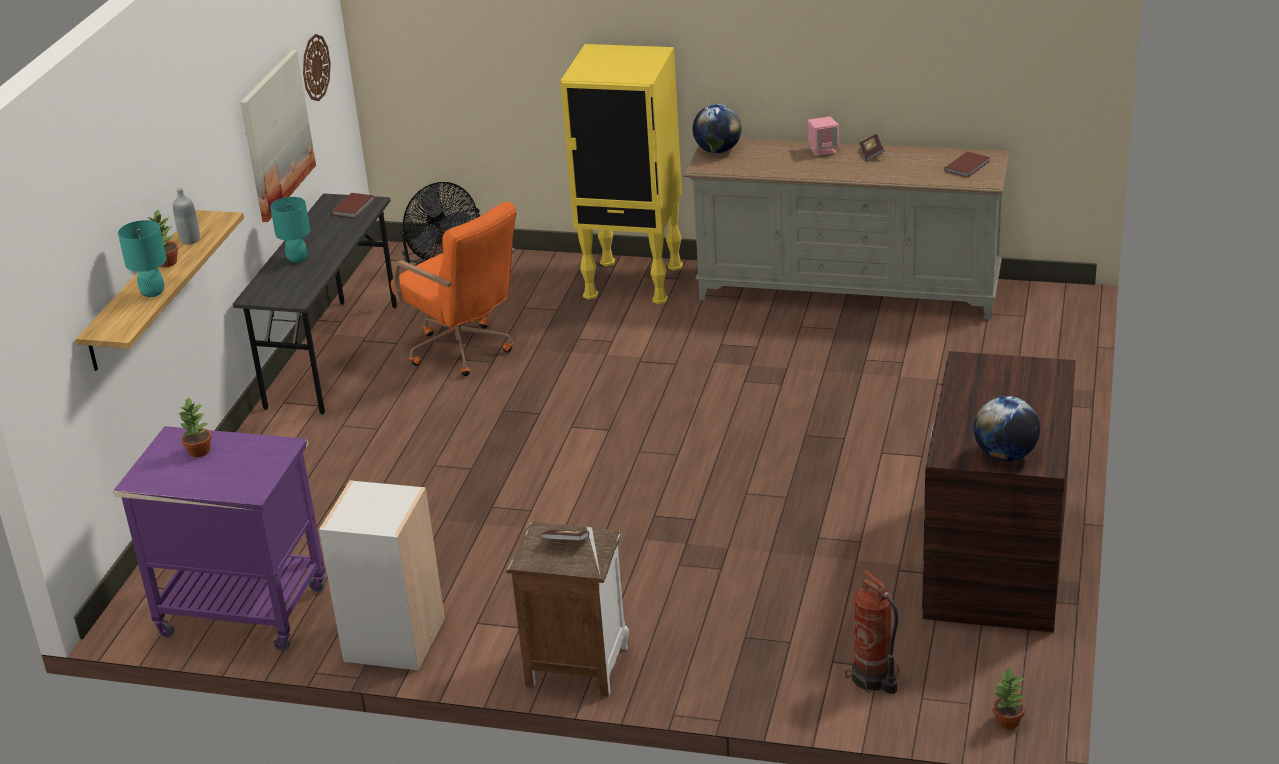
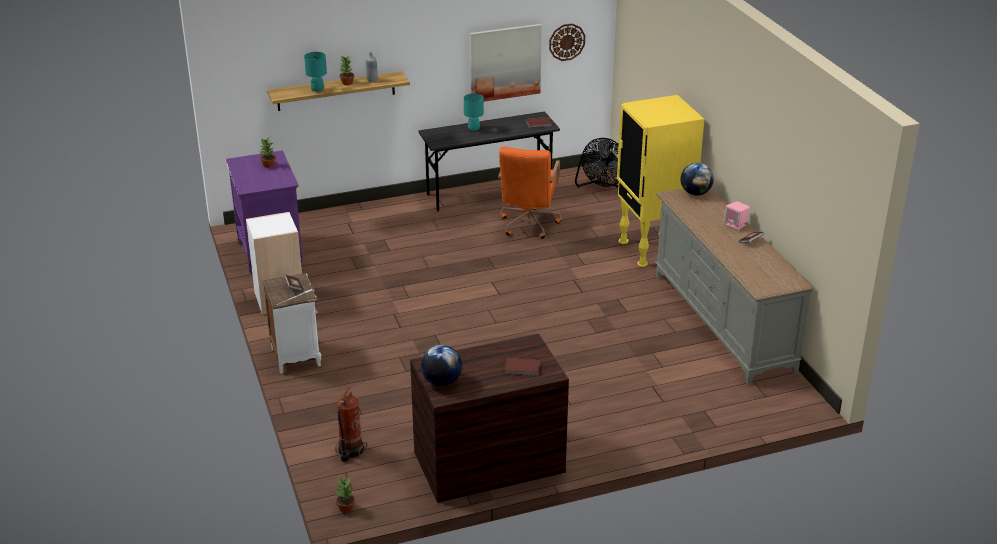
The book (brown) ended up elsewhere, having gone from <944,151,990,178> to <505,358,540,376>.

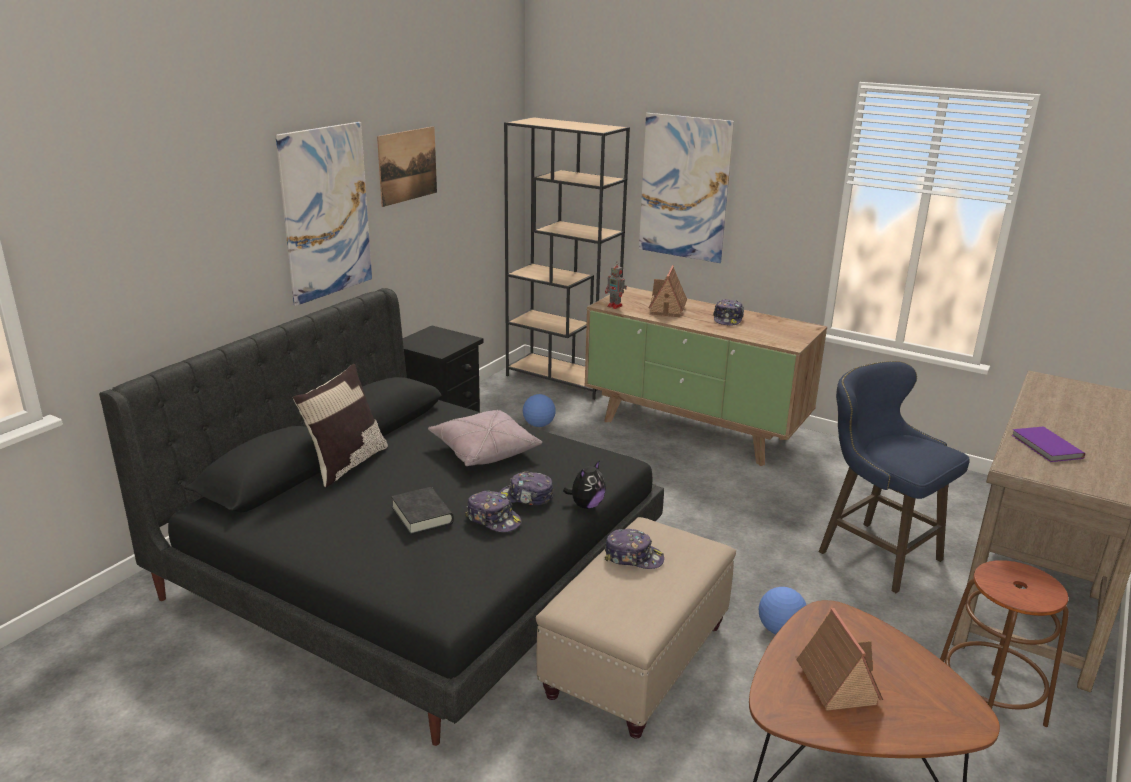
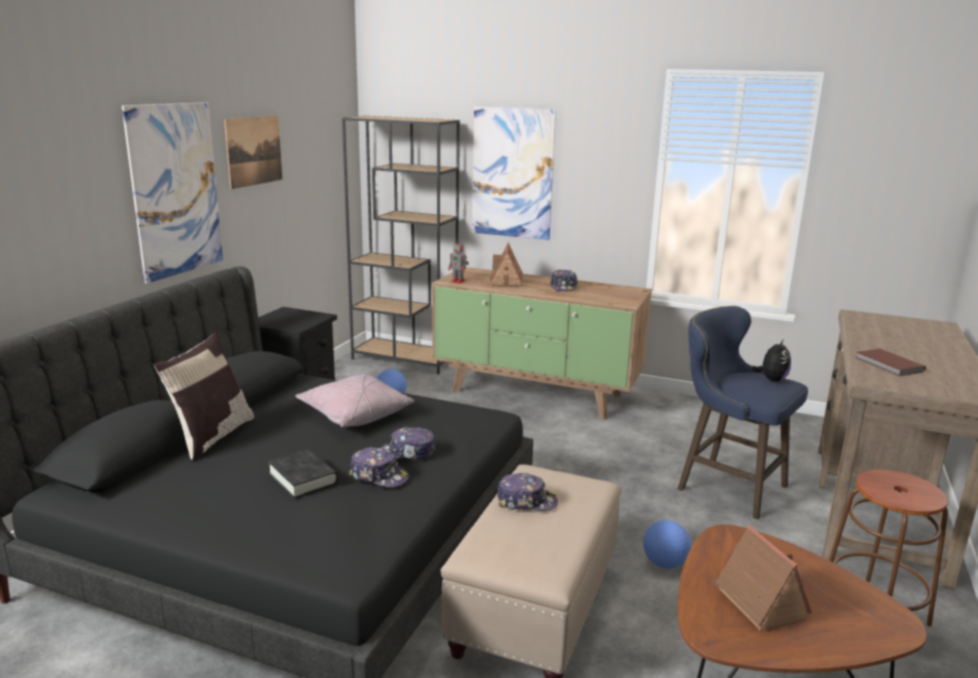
The plush toy ended up elsewhere, having gone from <563,460,606,509> to <751,339,791,382>.
What was the book (purple) at <1012,426,1085,462> turned into the book (brown) at <856,349,926,376>.

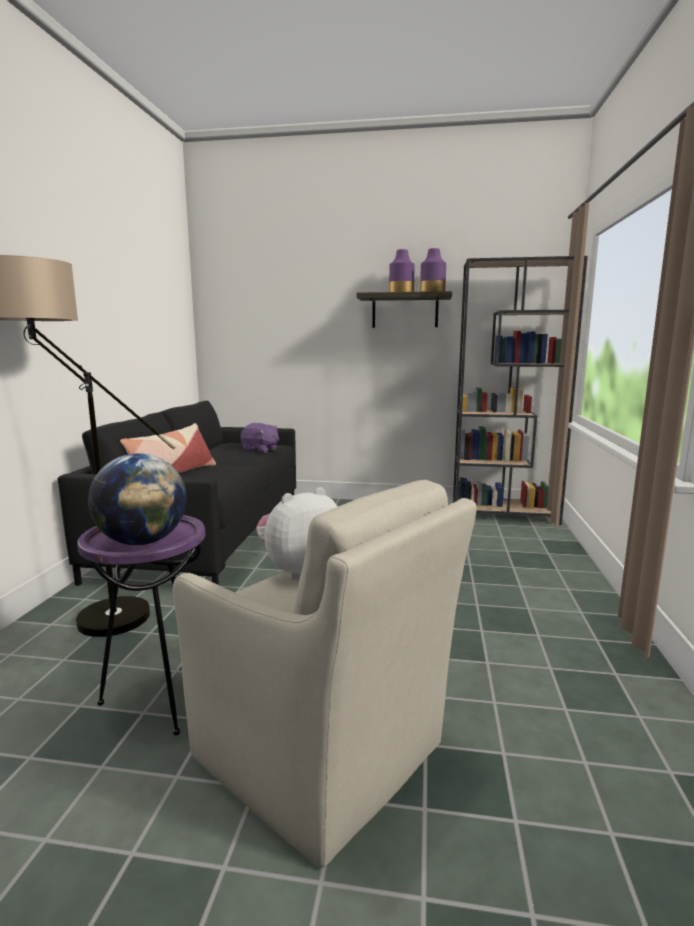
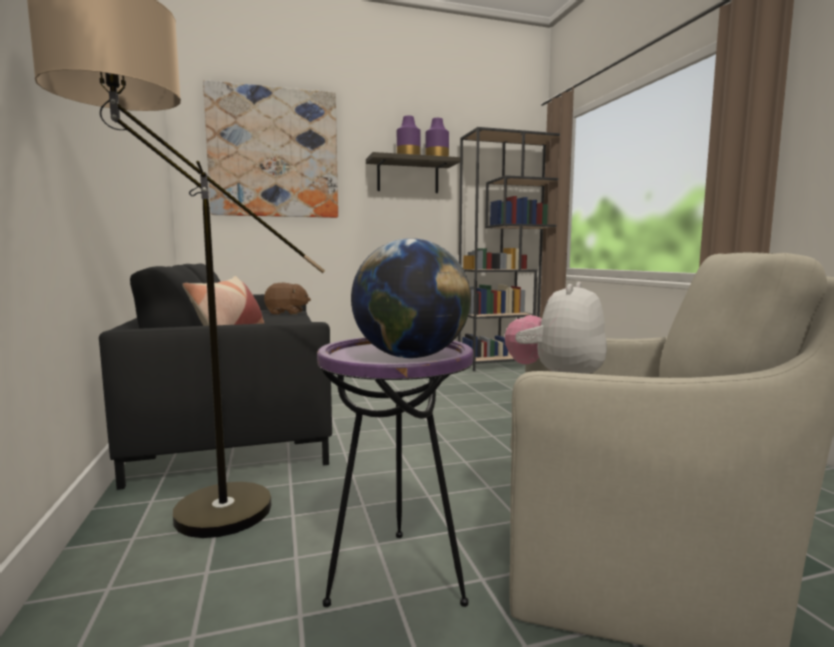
The second view gained the picture at <203,80,338,218>.
What was the plush toy (purple) at <241,423,279,453> turned into the plush toy (brown) at <264,283,311,315>.

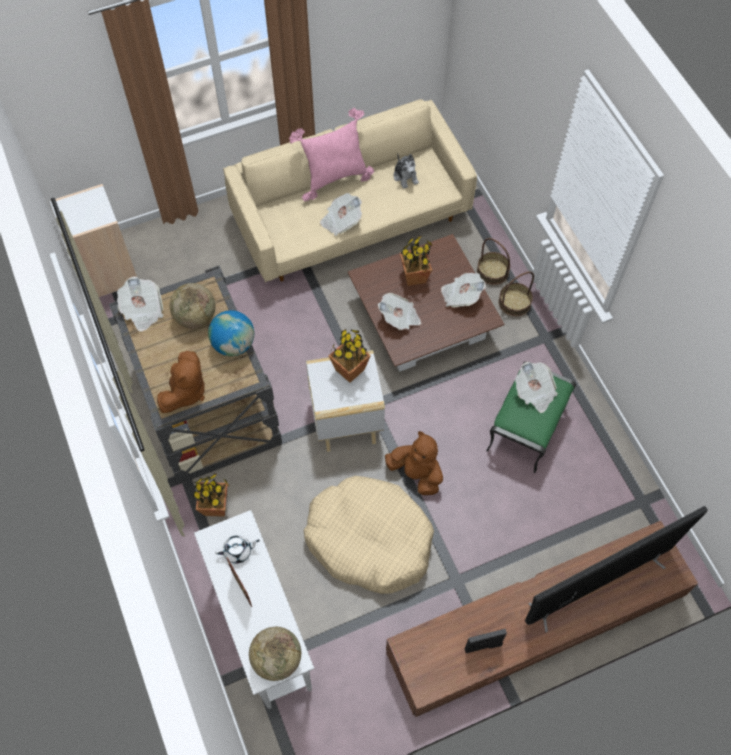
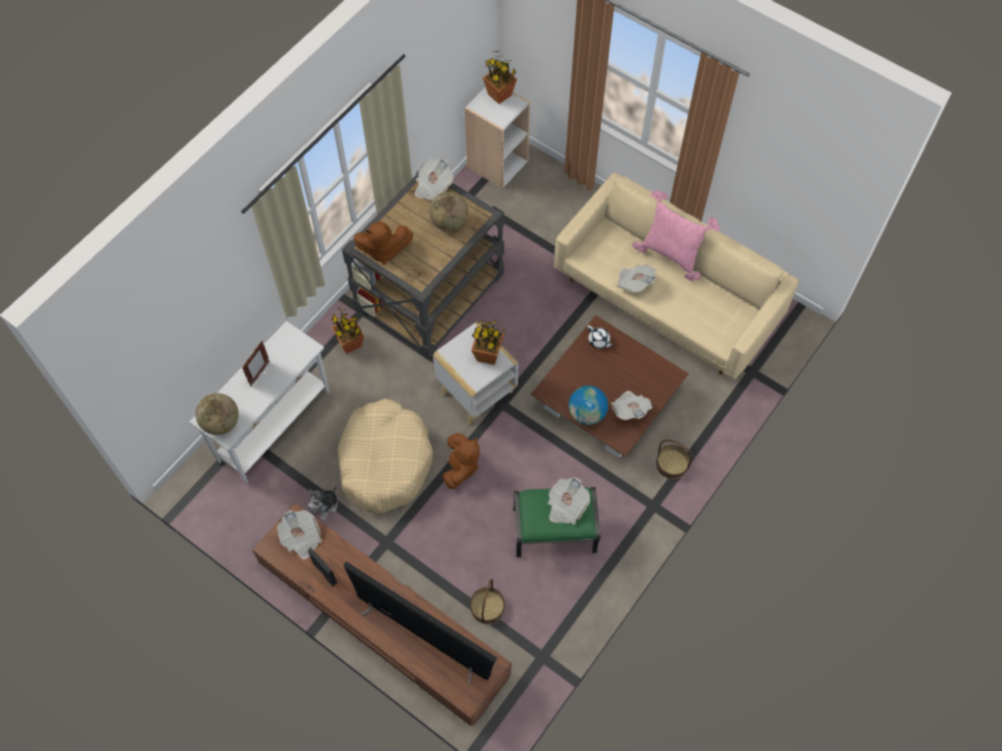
The globe ended up elsewhere, having gone from <208,310,254,356> to <569,386,608,425>.
The teapot (white) ended up elsewhere, having gone from <215,535,260,564> to <587,325,614,349>.
The newspaper ended up elsewhere, having gone from <378,293,421,330> to <277,510,323,559>.
The plush toy ended up elsewhere, having gone from <394,154,419,189> to <308,485,338,521>.
The potted plant ended up elsewhere, having gone from <400,236,432,286> to <483,51,517,104>.
The basket ended up elsewhere, having gone from <477,238,510,285> to <470,578,505,624>.

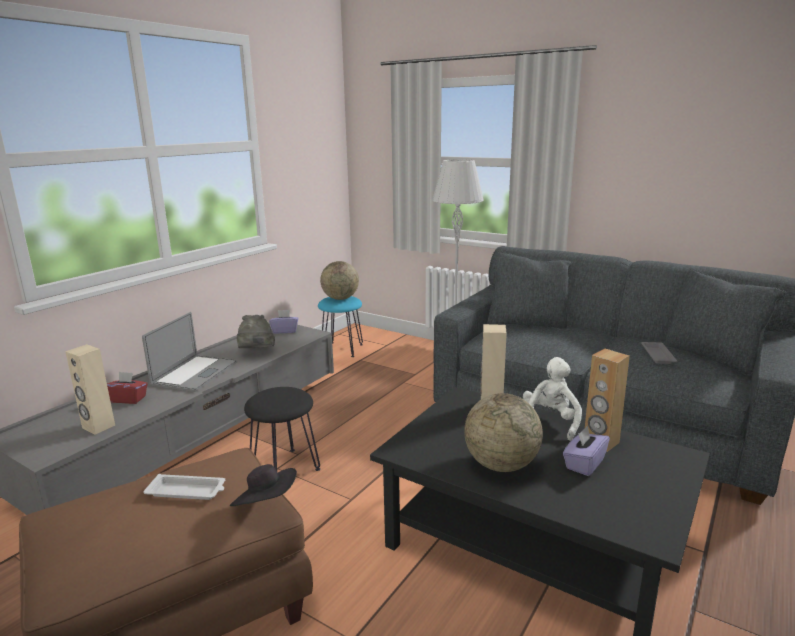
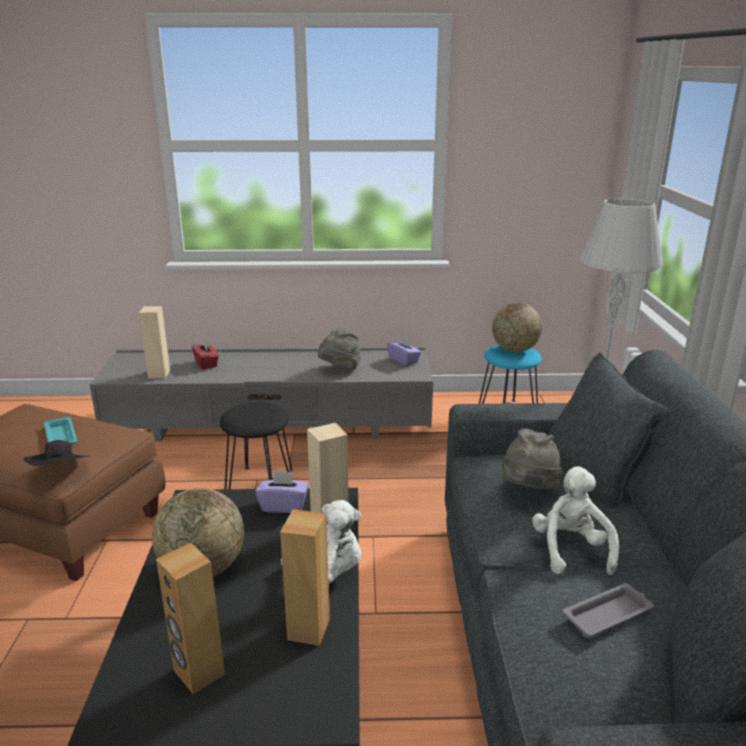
The second view lost the laptop at <142,312,238,392>.
The second view gained the speaker (brown) at <156,542,225,694>.
The second view gained the hat (grey) at <501,429,564,489>.
The second view gained the plush toy (white) at <532,467,619,575>.
The tissue box (purple) ended up elsewhere, having gone from <563,426,610,476> to <255,471,309,513>.
What was the tray (white) at <143,474,225,500> turned into the tray (turquoise) at <44,416,77,446>.

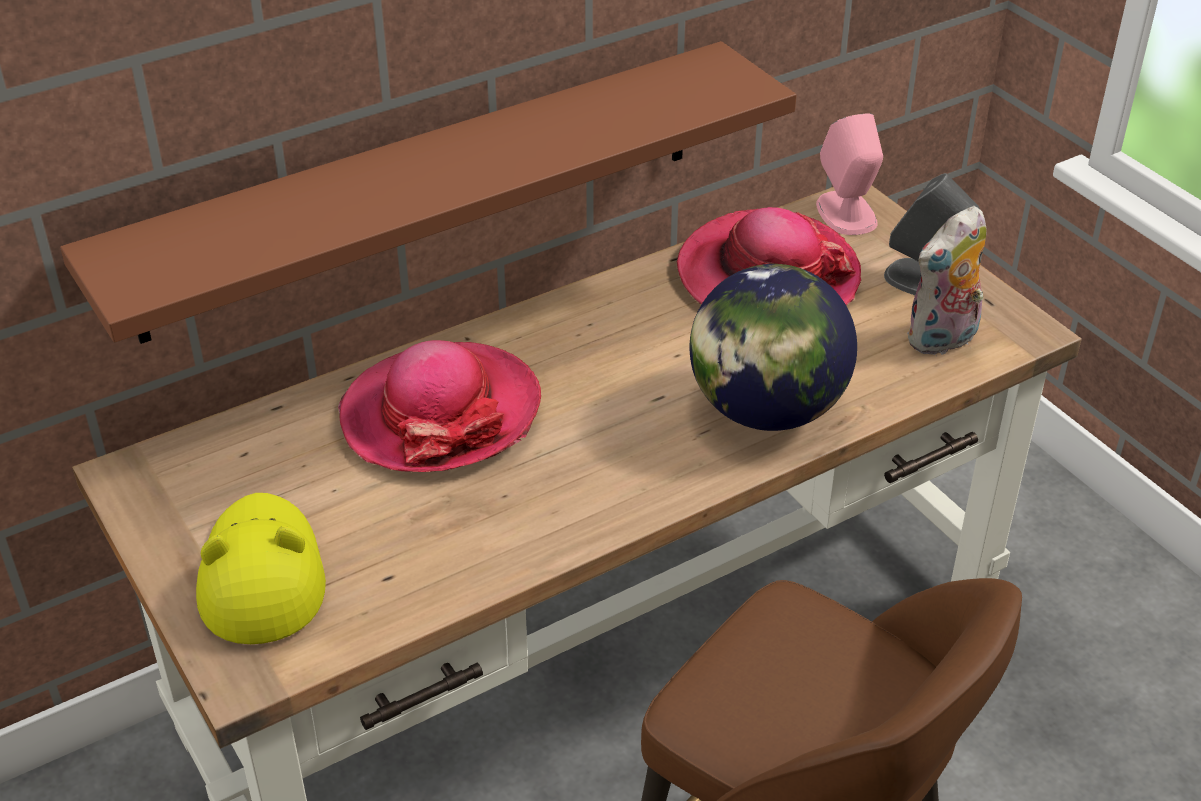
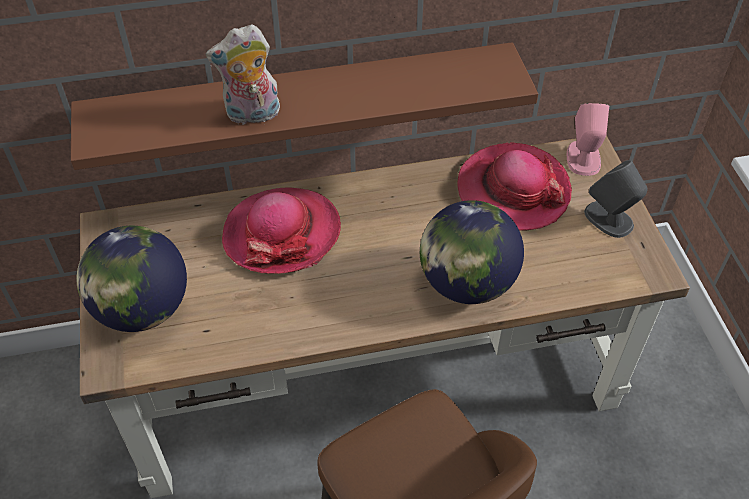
The plush toy ended up elsewhere, having gone from <907,206,987,355> to <206,24,280,125>.
Where the hat (yellow) stood at <196,493,326,644>, the globe came to stand at <77,226,187,332>.

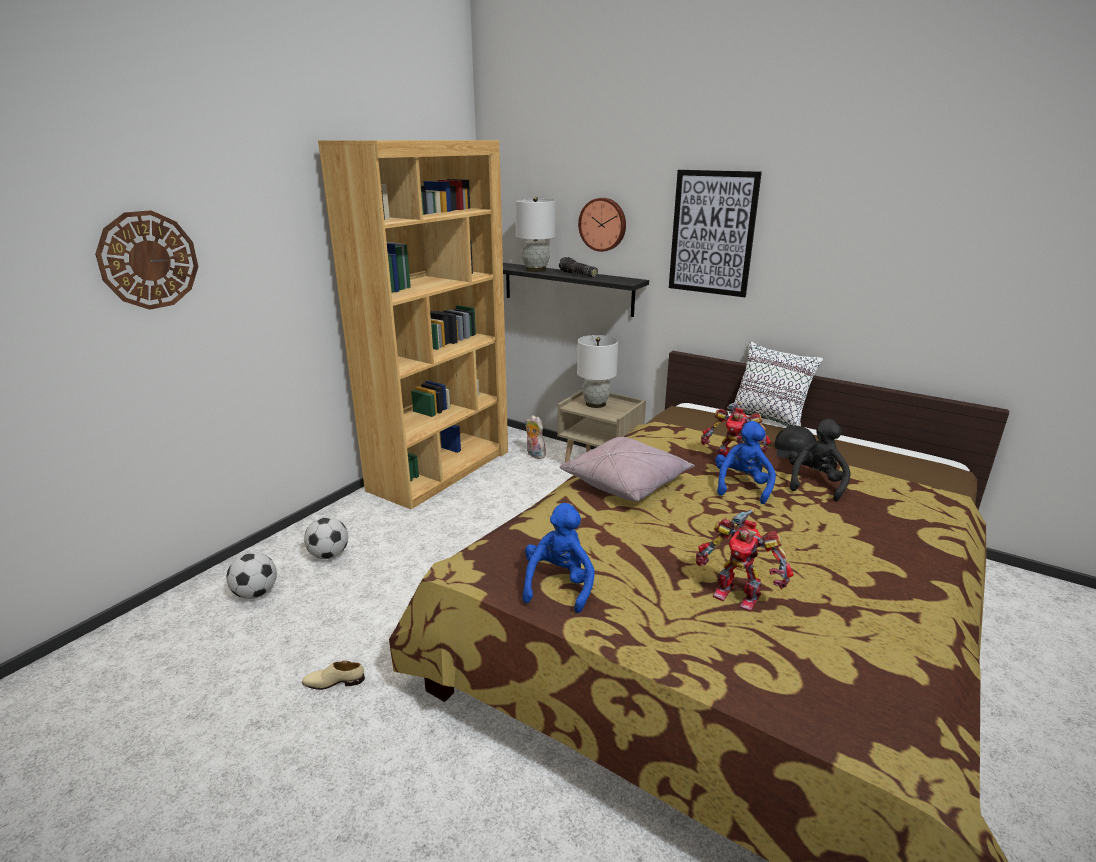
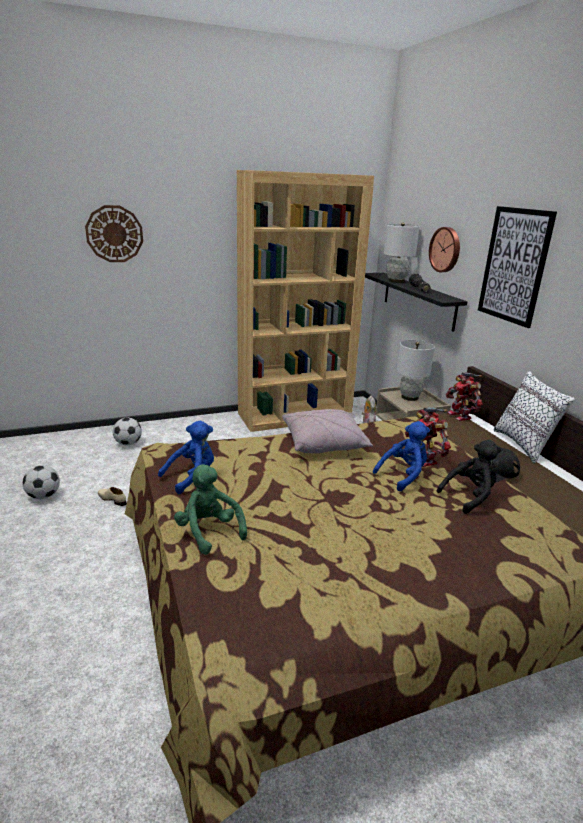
The second view gained the plush toy (green) at <174,464,247,555>.
The football ended up elsewhere, having gone from <304,517,348,559> to <22,465,60,499>.
The toy robot ended up elsewhere, having gone from <696,508,794,611> to <446,372,483,421>.

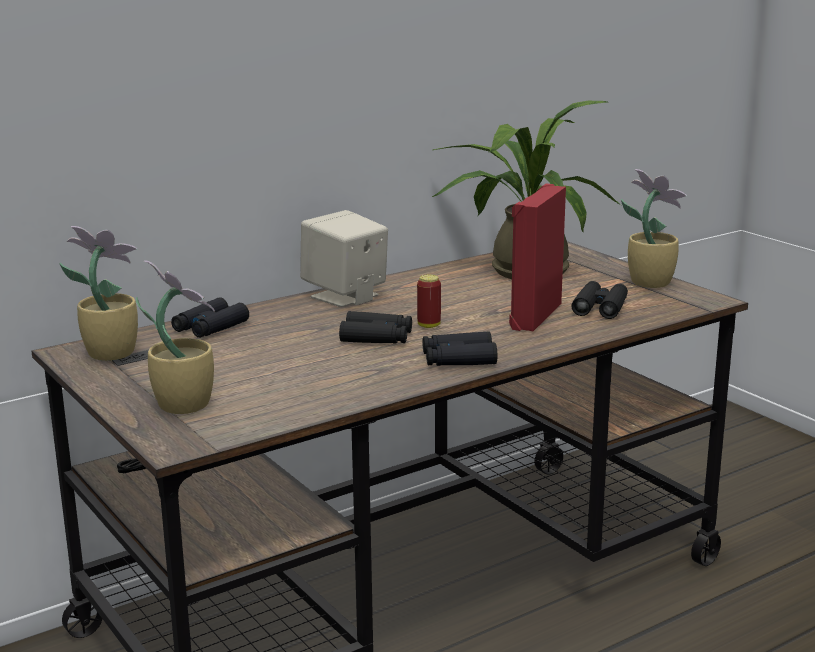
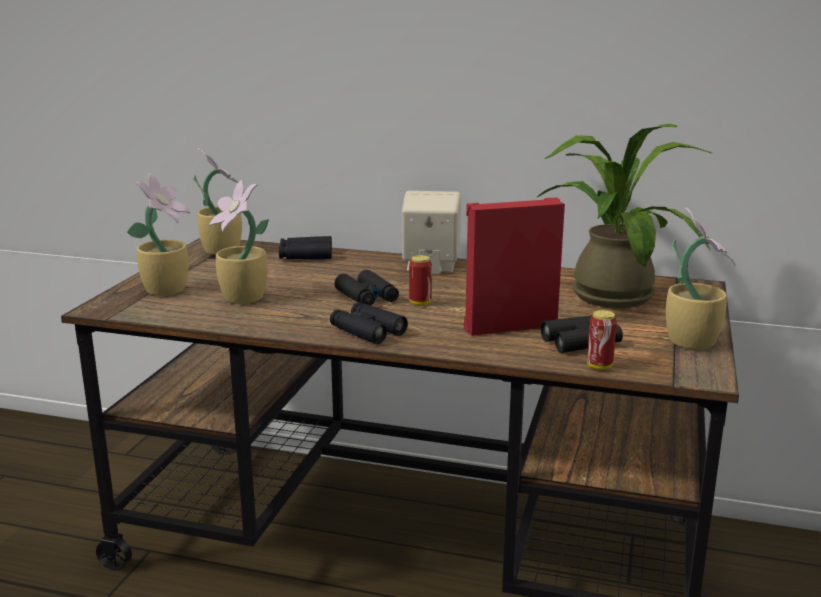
The second view gained the potted plant at <209,179,269,304>.
The second view gained the can at <587,310,617,370>.

